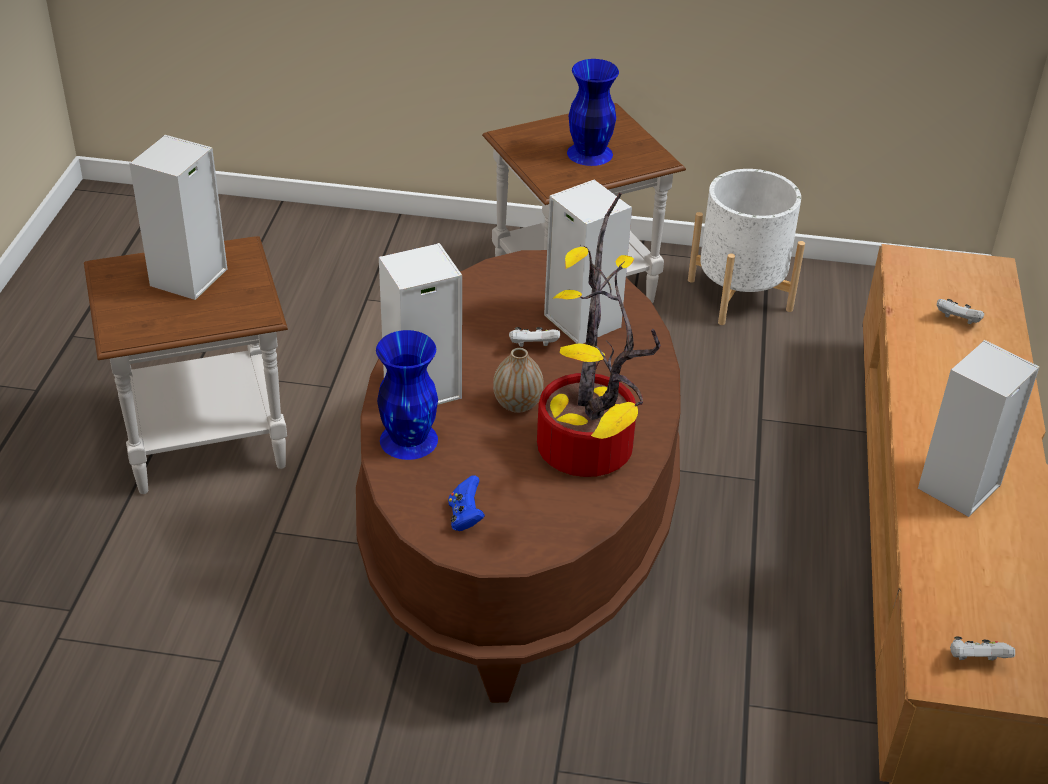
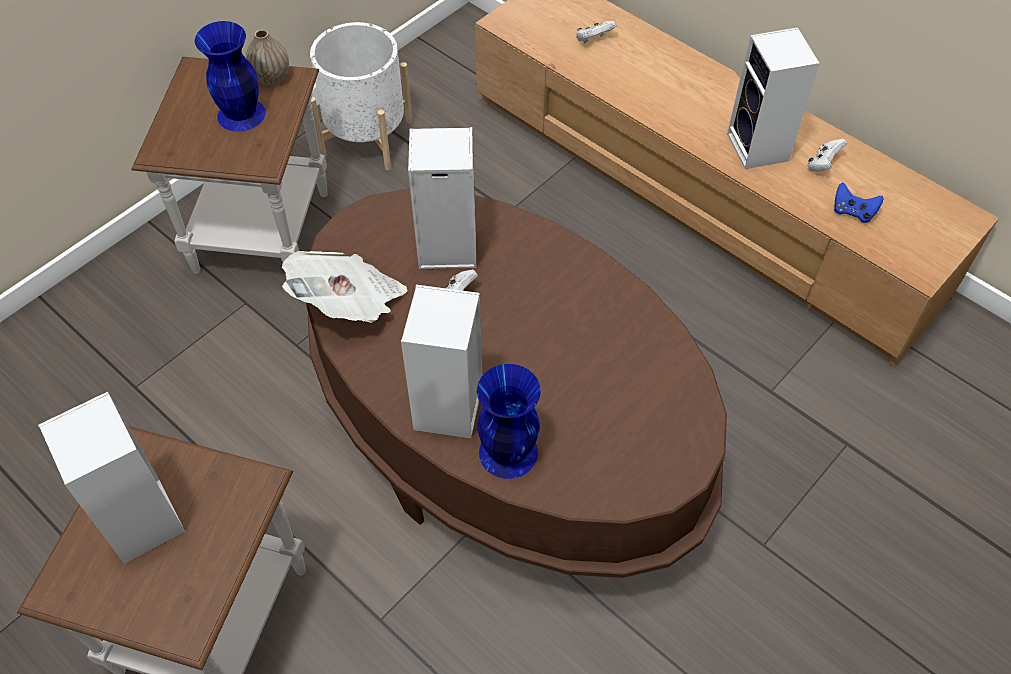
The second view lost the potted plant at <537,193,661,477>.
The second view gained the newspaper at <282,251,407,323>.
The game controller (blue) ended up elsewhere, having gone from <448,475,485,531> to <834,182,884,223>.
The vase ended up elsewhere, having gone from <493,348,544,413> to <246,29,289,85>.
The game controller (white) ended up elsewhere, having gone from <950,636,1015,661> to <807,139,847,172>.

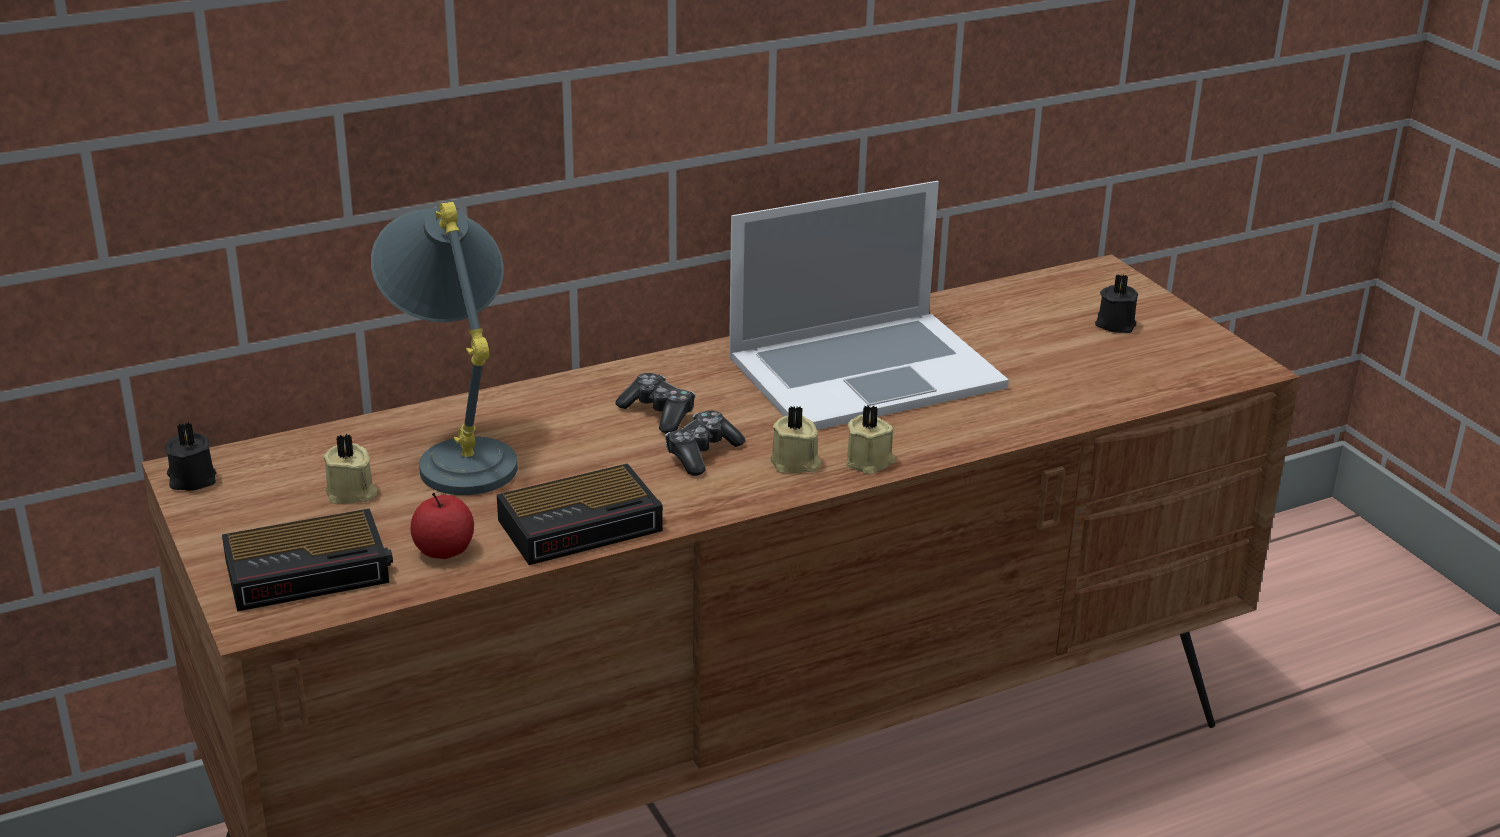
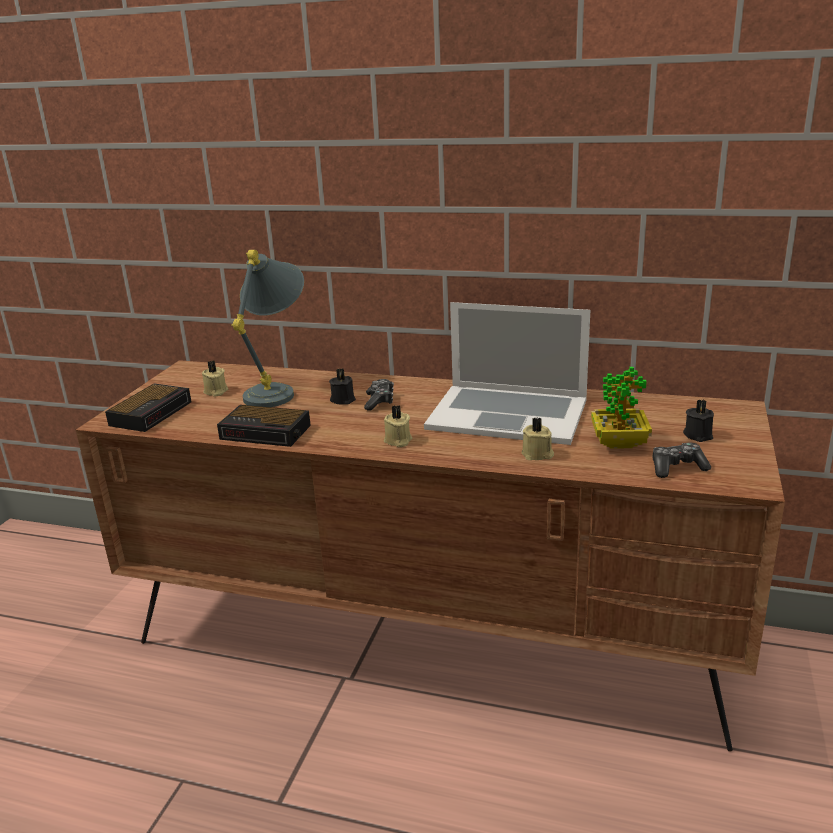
The second view lost the apple at <411,493,474,559>.
The second view gained the potted plant at <591,367,652,449>.
The candle (black) ended up elsewhere, having gone from <165,422,216,491> to <329,368,356,405>.
The game controller ended up elsewhere, having gone from <665,410,745,476> to <653,442,711,478>.
The candle (beige) ended up elsewhere, having gone from <846,405,895,475> to <522,418,554,460>.
The alarm clock at <222,509,393,611> ended up facing another way, 90 degrees counterclockwise from before.

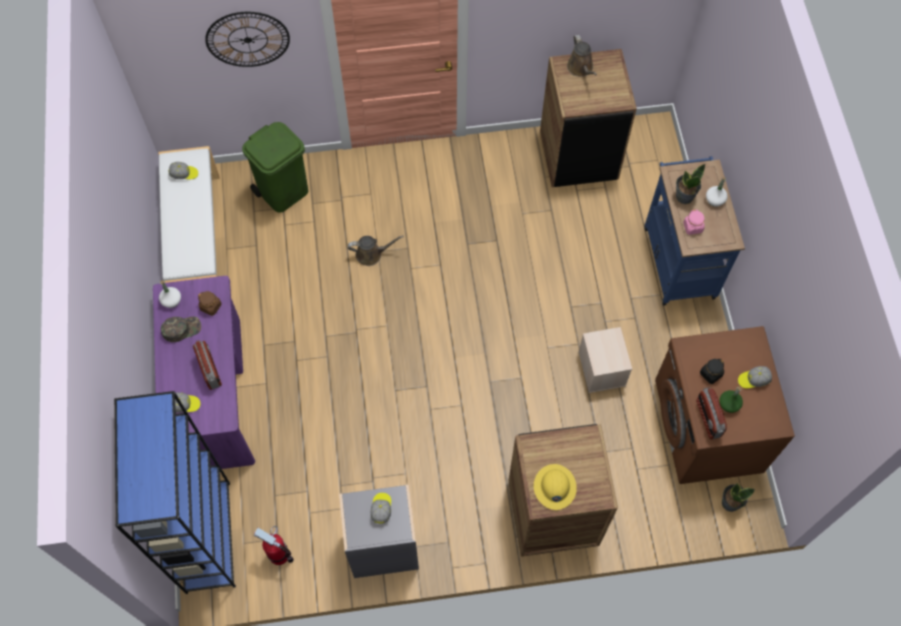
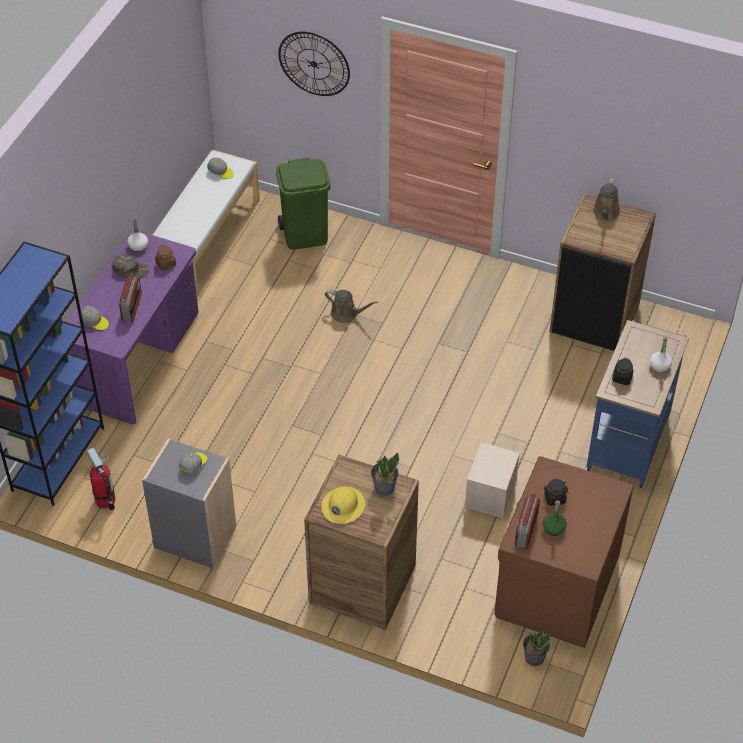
The second view lost the cap at <738,366,772,389>.
The potted plant ended up elsewhere, having gone from <676,164,705,204> to <371,452,399,496>.
What was the jar (pink) at <683,209,705,235> turned into the jar (black) at <612,358,634,385>.

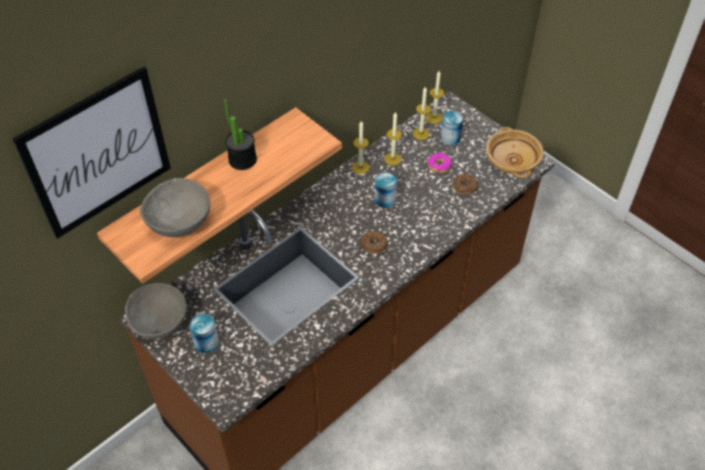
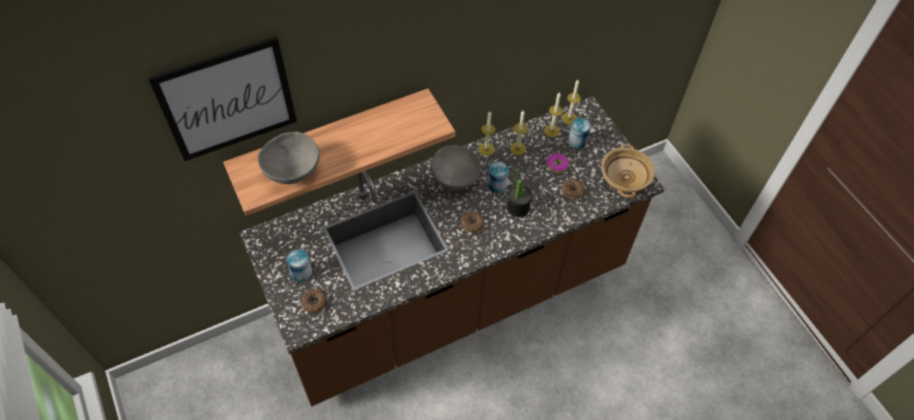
The second view gained the donut at <301,289,327,313>.
The bowl (grey) ended up elsewhere, having gone from <125,283,187,339> to <432,145,481,190>.
The potted plant ended up elsewhere, having gone from <224,99,257,170> to <507,168,532,217>.

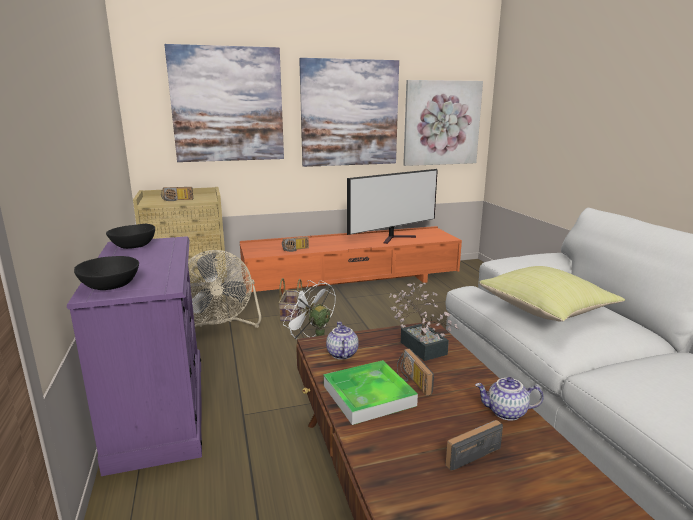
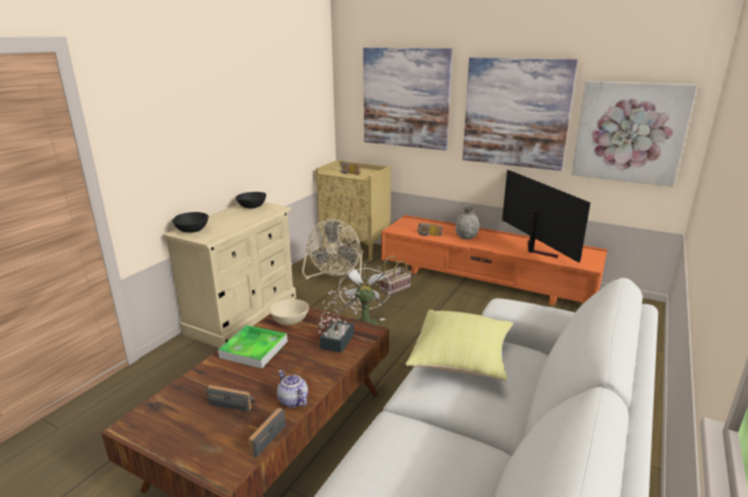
The second view gained the vase (grey) at <455,205,479,240>.
The radio ended up elsewhere, having gone from <397,349,434,396> to <248,408,286,458>.
Where the teapot stood at <326,322,359,359>, the bowl (beige) came to stand at <269,299,309,325>.
What was the dresser (purple) at <67,236,202,476> turned into the dresser (beige) at <162,202,296,348>.
The television at <347,169,438,244> ended up facing another way, 120 degrees counterclockwise from before.

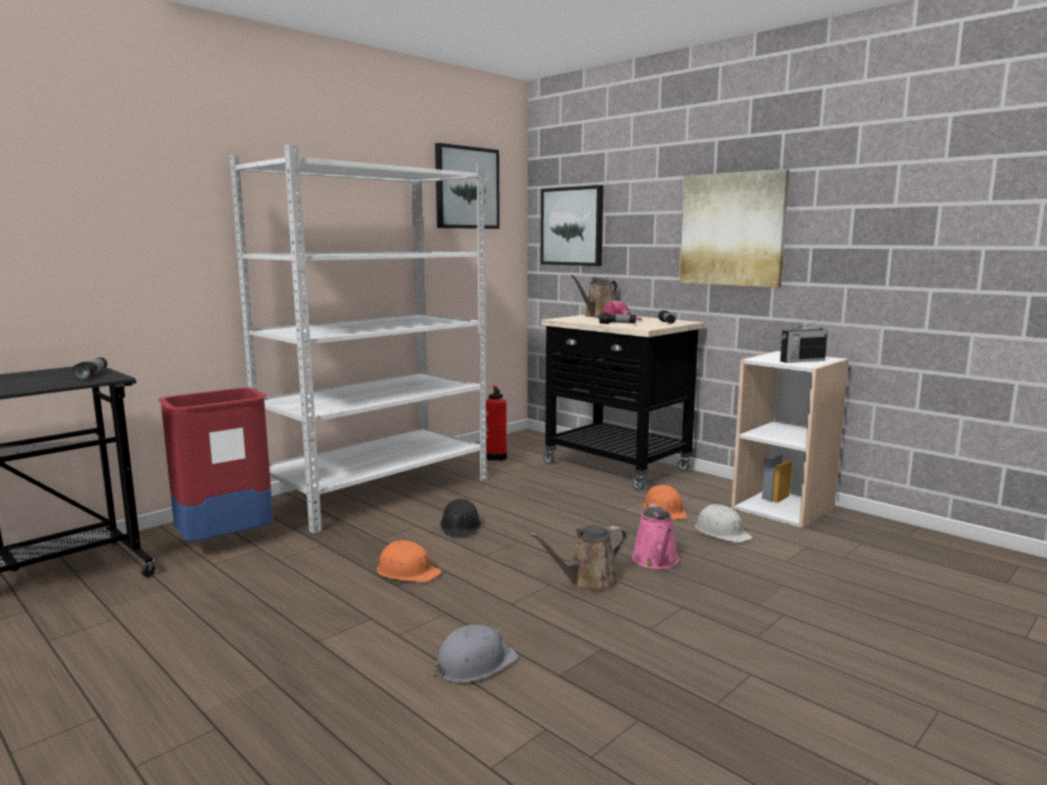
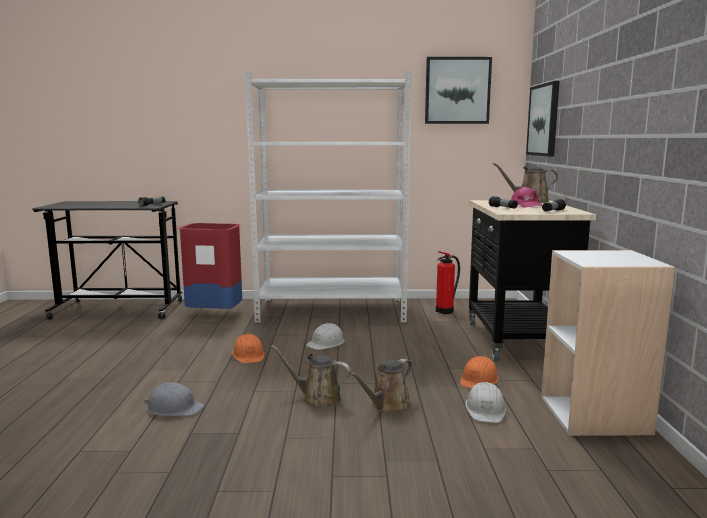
The second view lost the picture at <680,169,790,287>.
The second view lost the radio at <780,321,828,363>.
What was the hard hat (black) at <440,499,481,537> turned into the hard hat (white) at <306,323,344,350>.
What was the watering can (pink) at <632,504,679,569> turned into the watering can (brown) at <349,359,413,414>.

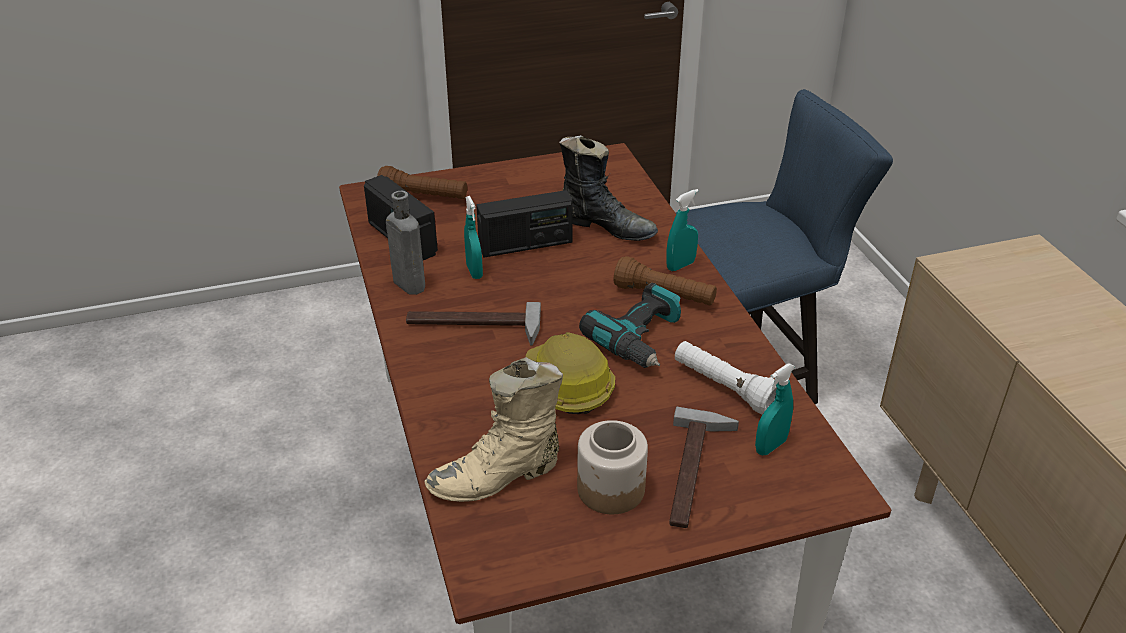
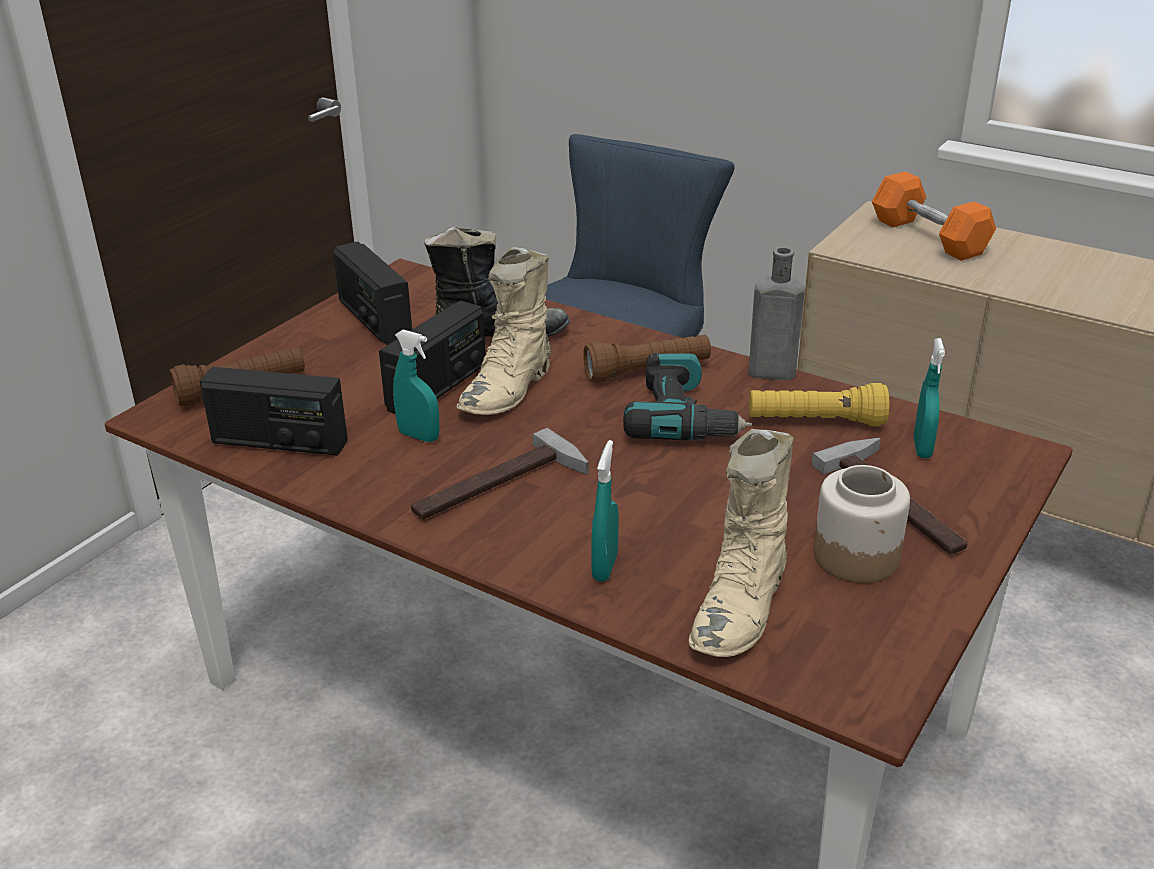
The second view lost the hard hat at <525,332,615,414>.
The second view gained the radio at <333,241,412,345>.
The second view gained the boot (beige) at <456,246,551,415>.
The second view gained the dumbbell (orange) at <872,171,996,261>.
The bottle (grey) ended up elsewhere, having gone from <386,191,425,295> to <748,247,805,380>.
The spray bottle (turquoise) ended up elsewhere, having gone from <666,189,699,271> to <591,440,619,582>.
What was the flashlight (white) at <675,341,777,414> turned into the flashlight (yellow) at <749,383,890,426>.

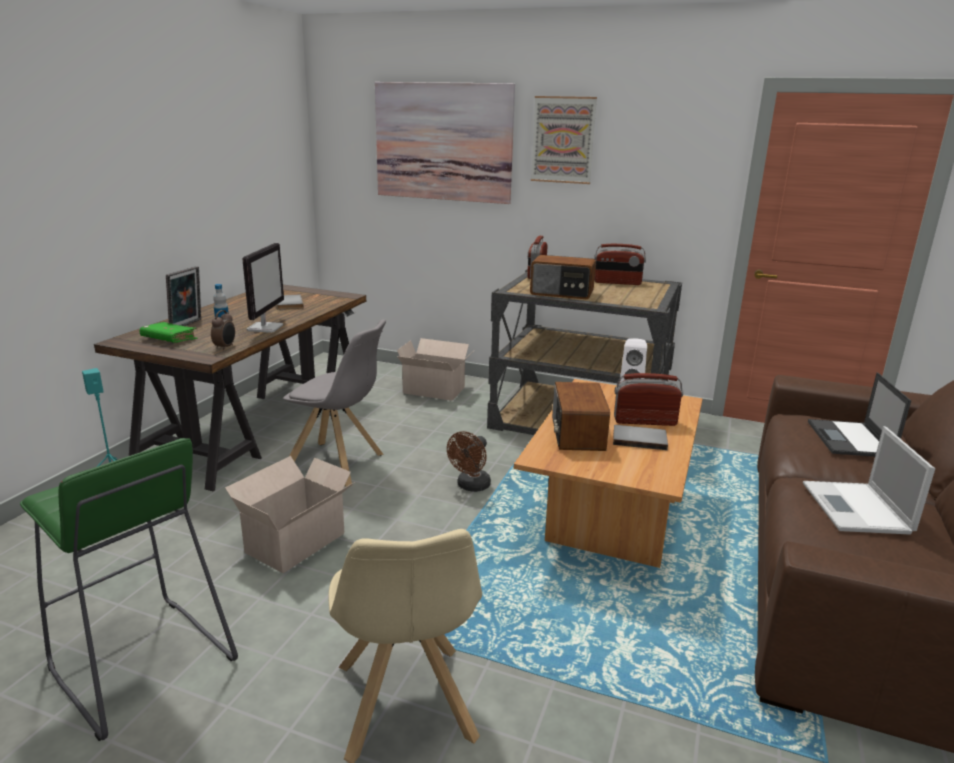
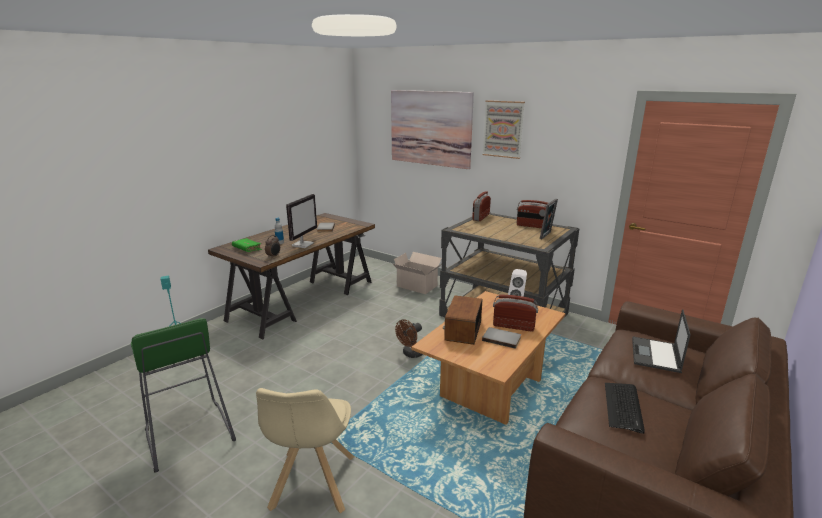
The second view lost the cardboard box at <225,456,355,573>.
The second view lost the chair (grey) at <283,319,386,487>.
The second view lost the radio at <530,255,596,299>.
The picture frame ended up elsewhere, having gone from <166,266,201,326> to <540,199,558,239>.
Where the laptop stood at <803,426,935,535>, the keyboard came to stand at <605,383,645,434>.

